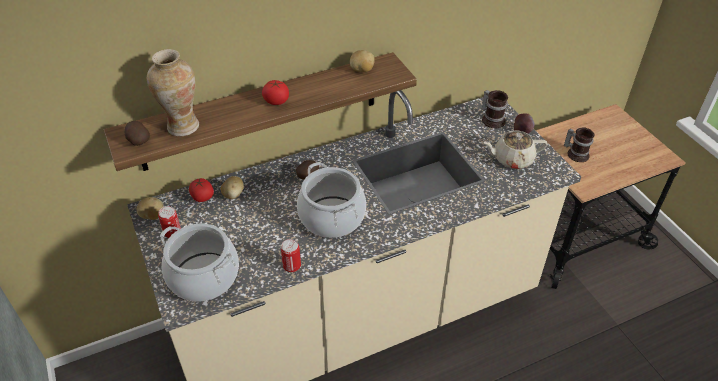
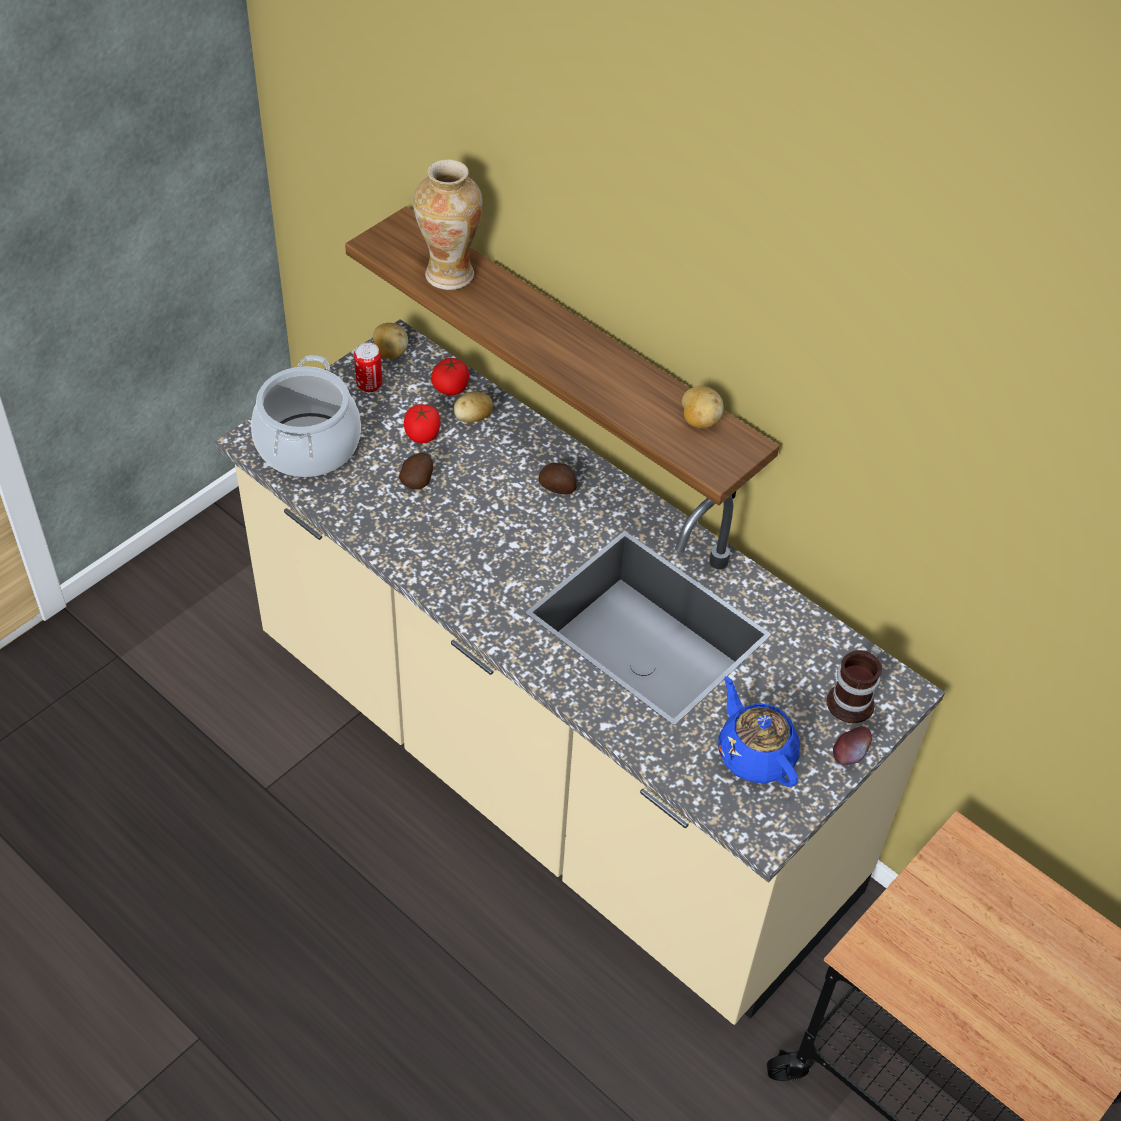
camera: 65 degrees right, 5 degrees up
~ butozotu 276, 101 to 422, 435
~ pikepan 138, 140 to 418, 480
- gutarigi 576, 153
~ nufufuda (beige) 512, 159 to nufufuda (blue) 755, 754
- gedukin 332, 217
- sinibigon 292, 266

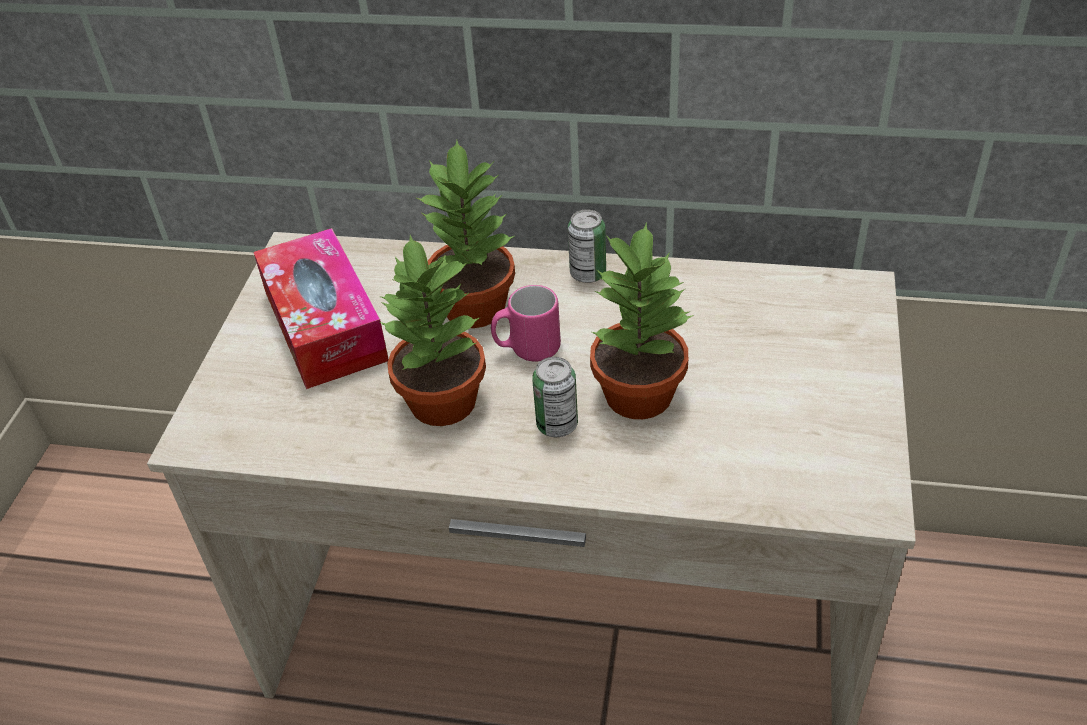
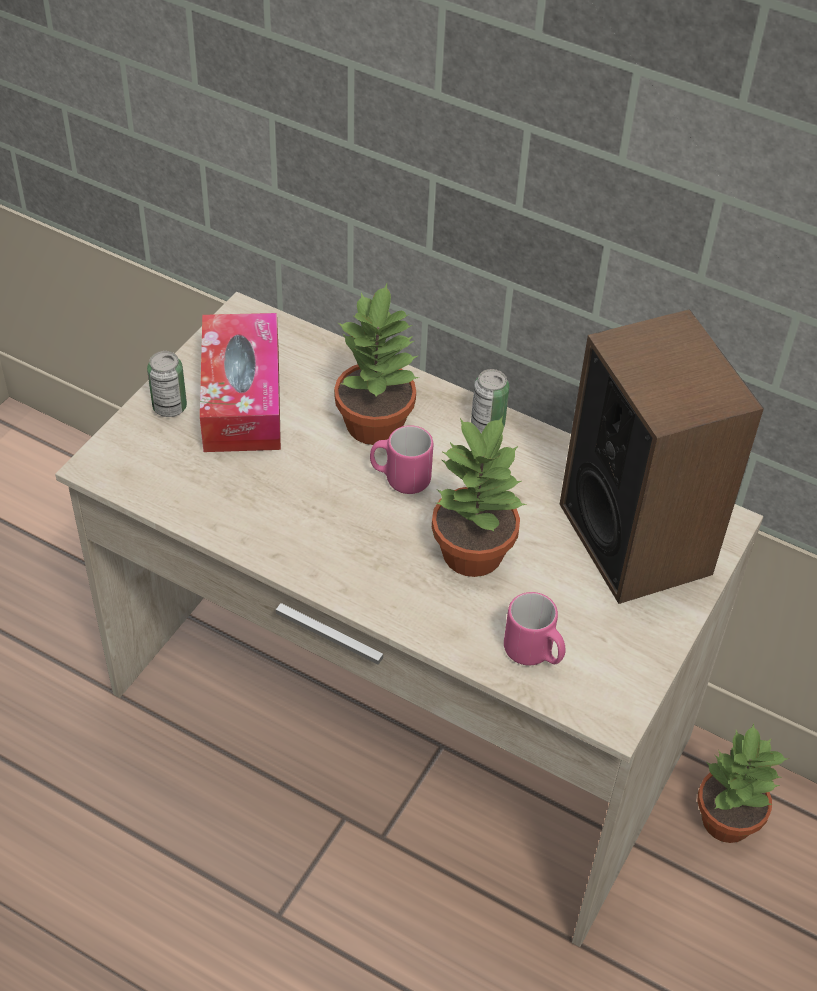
camera: 15 degrees right, 5 degrees up
~ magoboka 442, 403 to 726, 821
~ sinibigon 557, 425 to 169, 407
+ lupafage 635, 538
+ gutarigi (pink) 534, 653

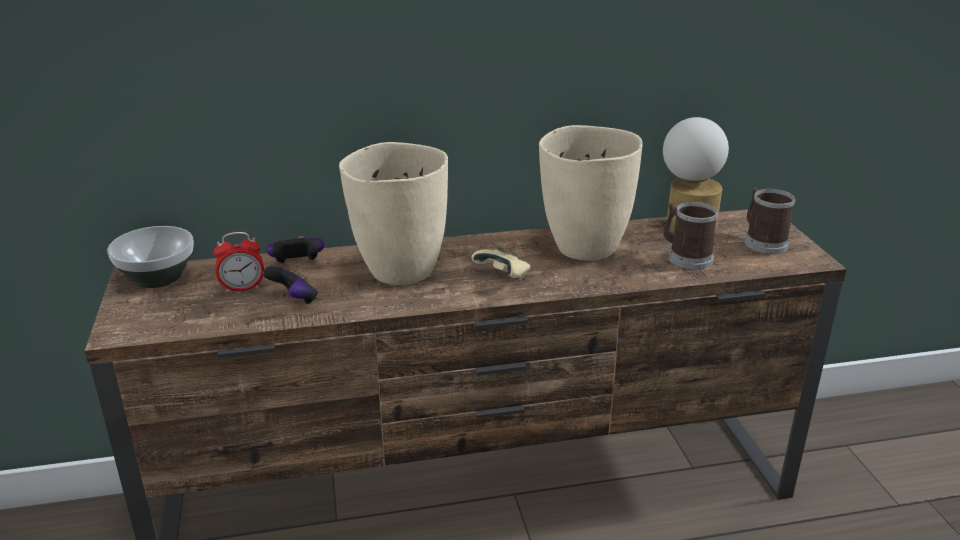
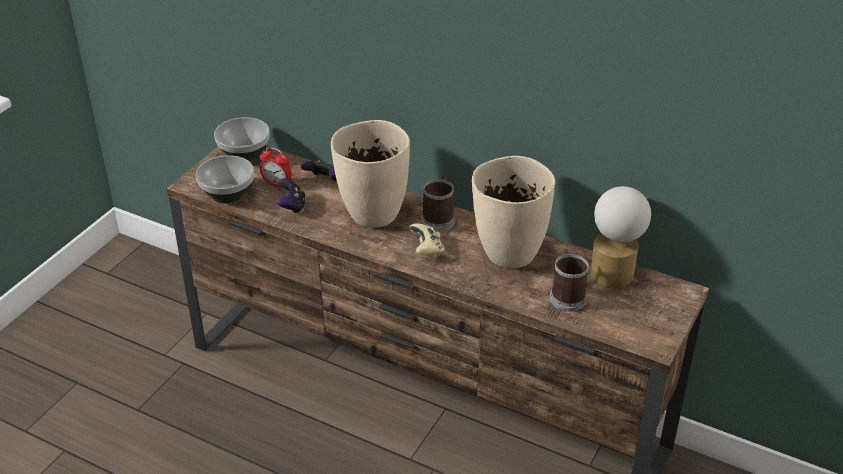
camera: 40 degrees right, 10 degrees up
~ gutarigi 762, 241 to 439, 218
+ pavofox 227, 194

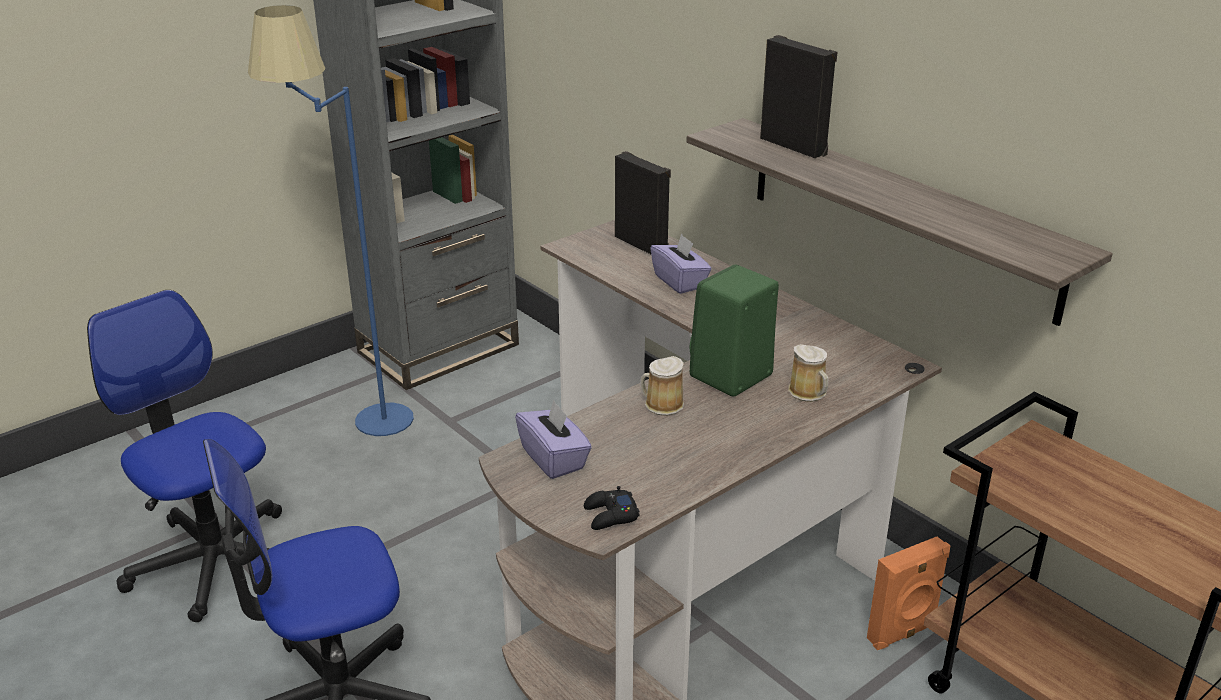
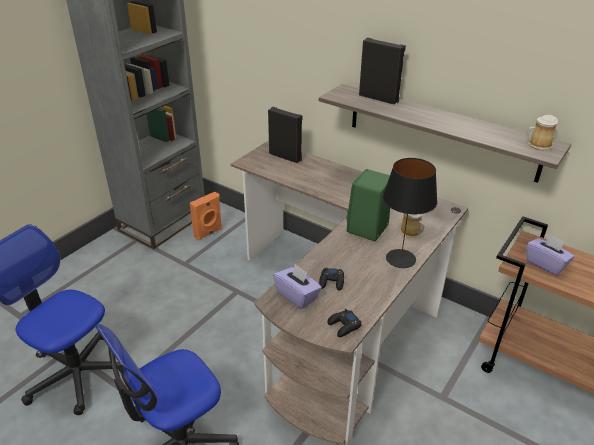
camera: 15 degrees left, 5 degrees up
- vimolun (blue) 357, 419
~ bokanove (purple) 680, 281 to 545, 264
~ gutarigi 661, 404 to 538, 145
~ lupafage (orange) 902, 633 to 208, 233
+ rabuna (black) 400, 258
+ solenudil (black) 332, 282

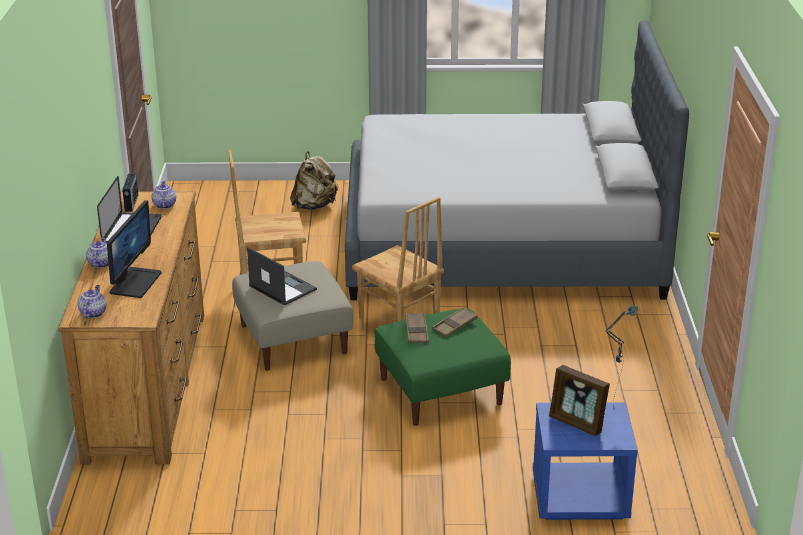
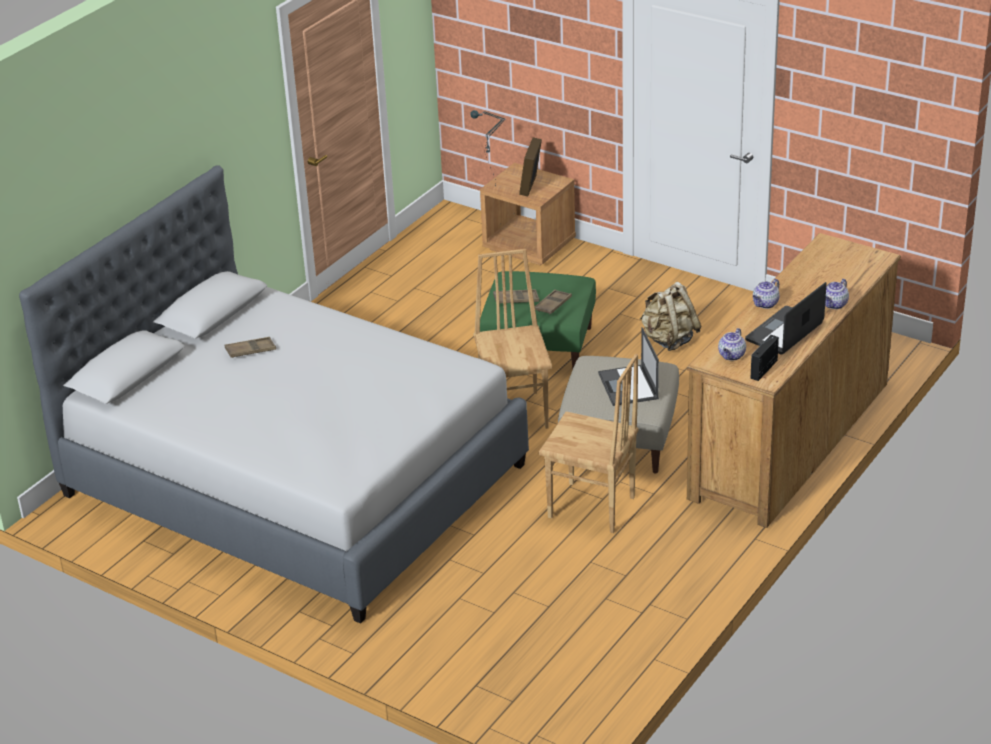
camera: 145 degrees left, 5 degrees up
~ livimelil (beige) 314, 206 to 669, 340
- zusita 134, 282
~ nufufuda 93, 313 to 765, 304
~ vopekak 577, 423 = 531, 186 150 degrees counterclockwise
~ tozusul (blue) 579, 498 to tozusul (brown) 529, 245
+ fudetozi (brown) 250, 350

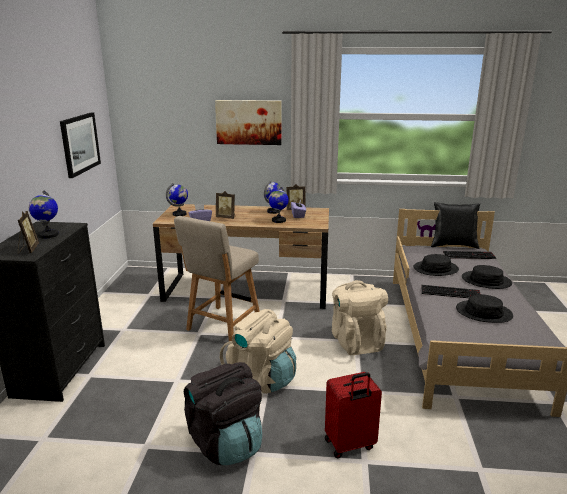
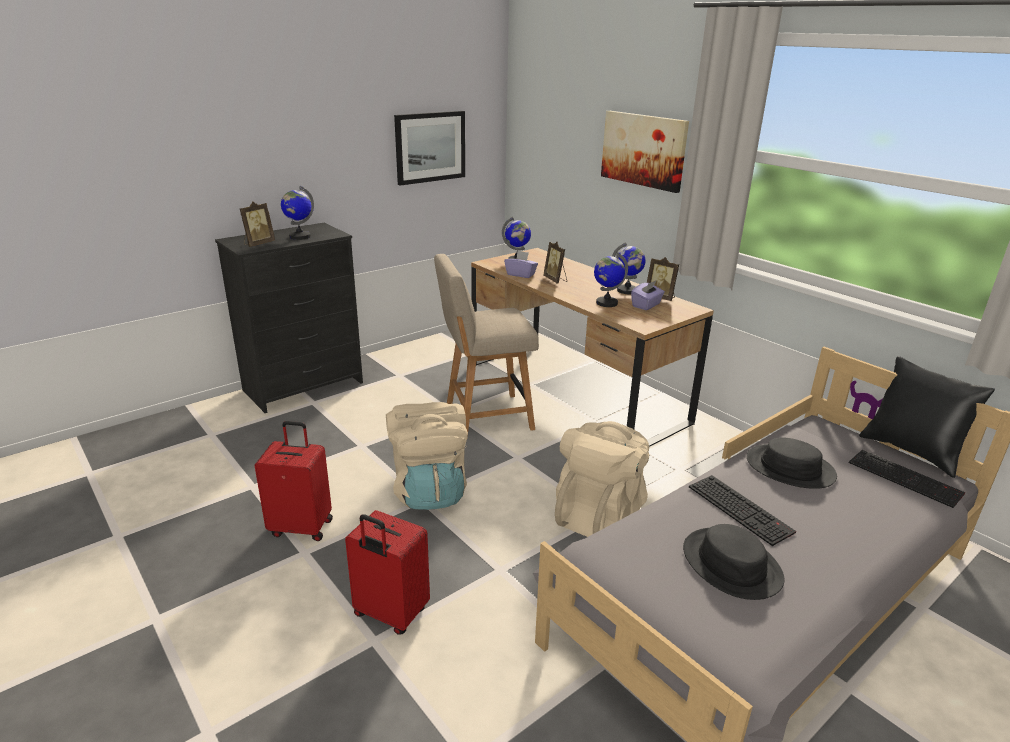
camera: 45 degrees right, 5 degrees up
- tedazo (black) 486, 281
~ livimelil (black) 225, 443 to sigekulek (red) 302, 527

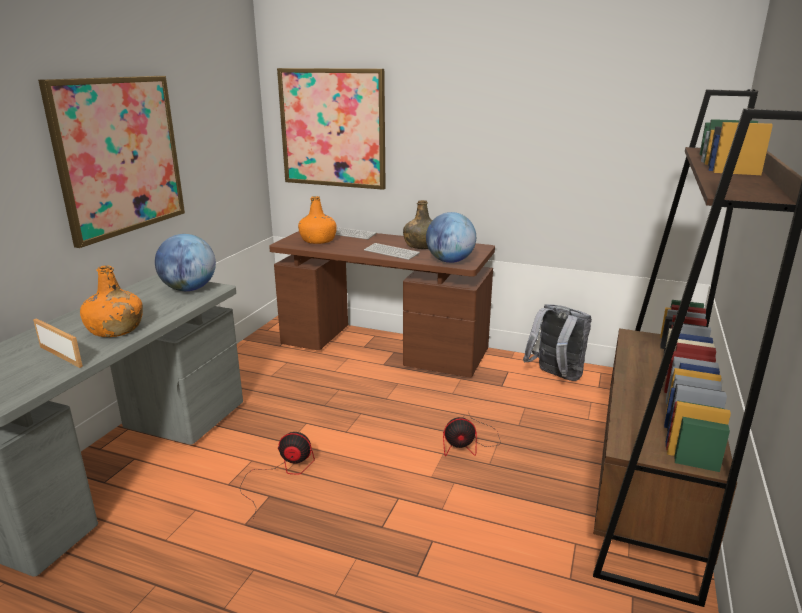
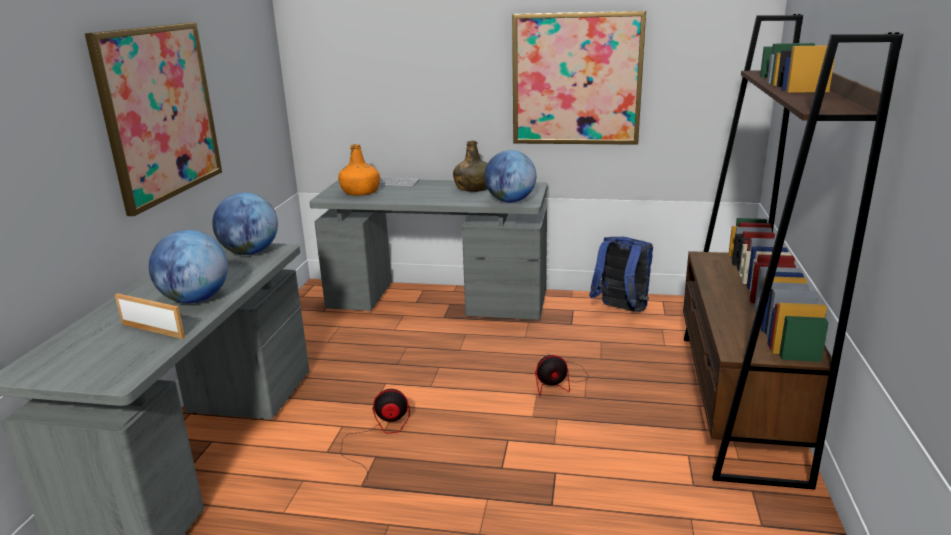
camera: 10 degrees left, 0 degrees up
~ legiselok 332, 128 to 576, 79
~ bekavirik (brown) 383, 348 to bekavirik (grey) 437, 302
- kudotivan 391, 252
~ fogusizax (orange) 115, 330 to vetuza 195, 299
~ livimelil (grey) 555, 377 to livimelil (blue) 620, 310

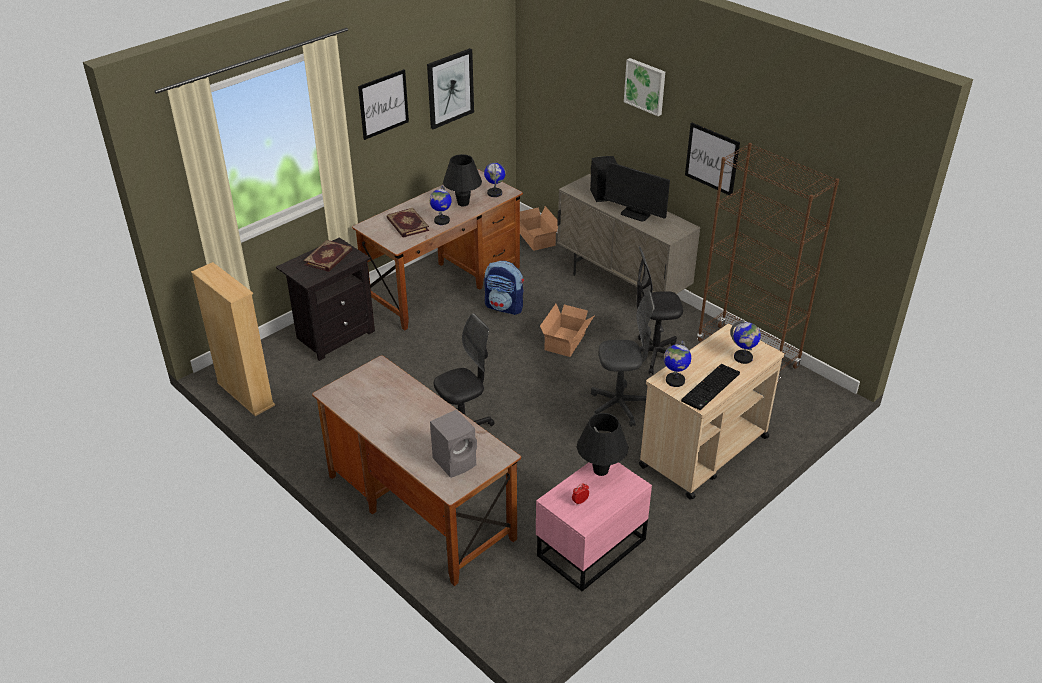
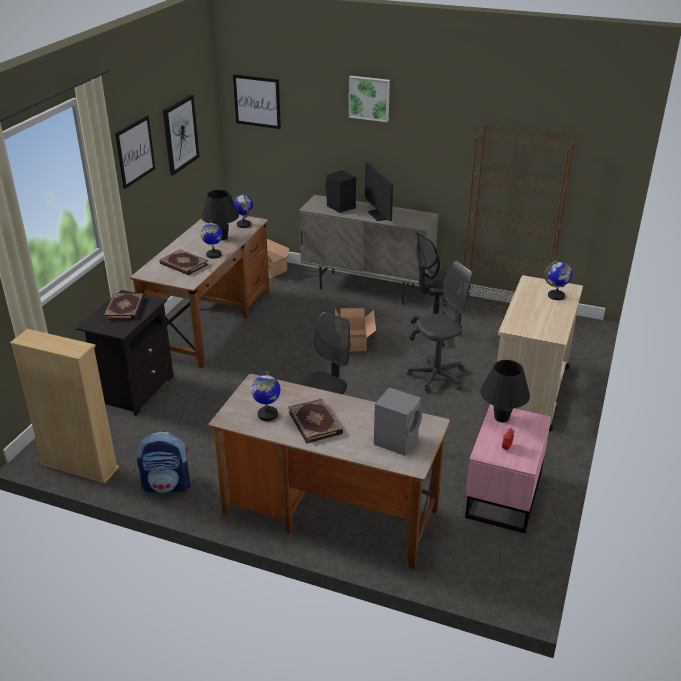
camera: 25 degrees left, 5 degrees down
~ legiselok 712, 159 to 257, 101
~ zusita 635, 214 = 379, 215 60 degrees clockwise
~ livimelil 504, 307 to 167, 485
~ vetuza 674, 380 to 267, 415
- kudotivan 711, 388
+ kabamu 316, 422

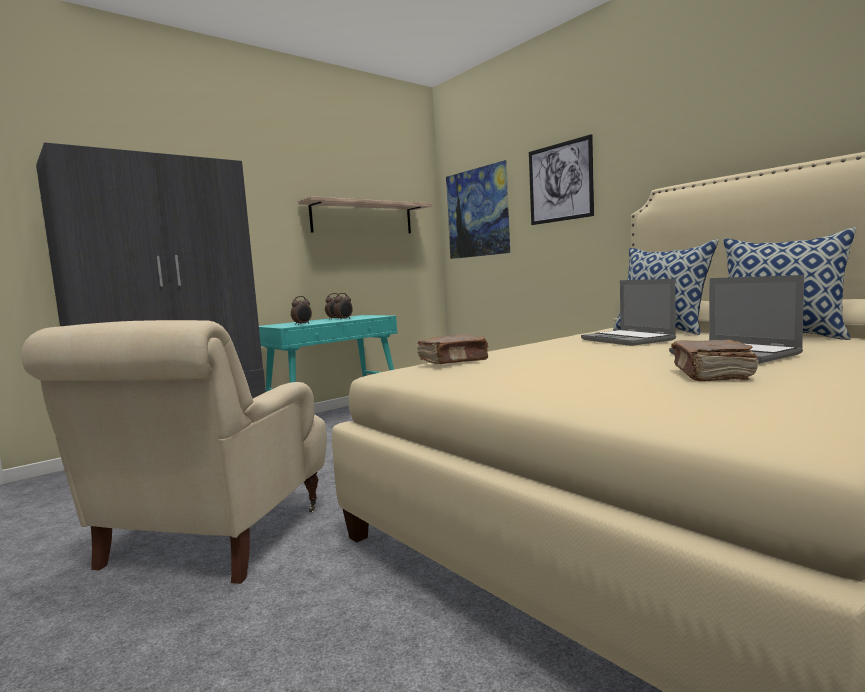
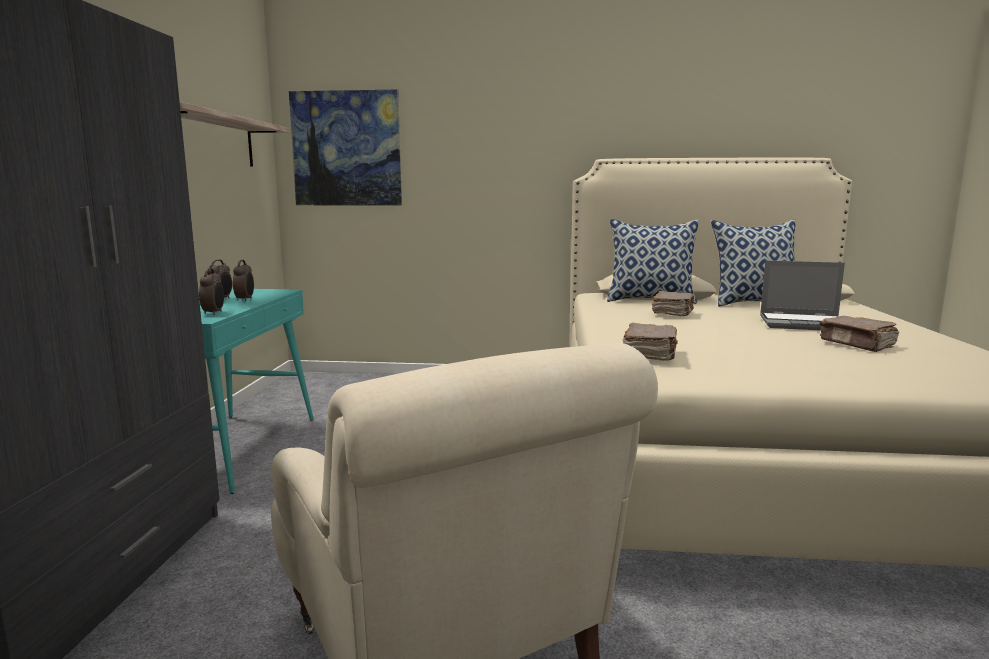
camera: 45 degrees left, 5 degrees up
- legiselok 560, 182
~ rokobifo 628, 340 to kabamu (brown) 673, 313

